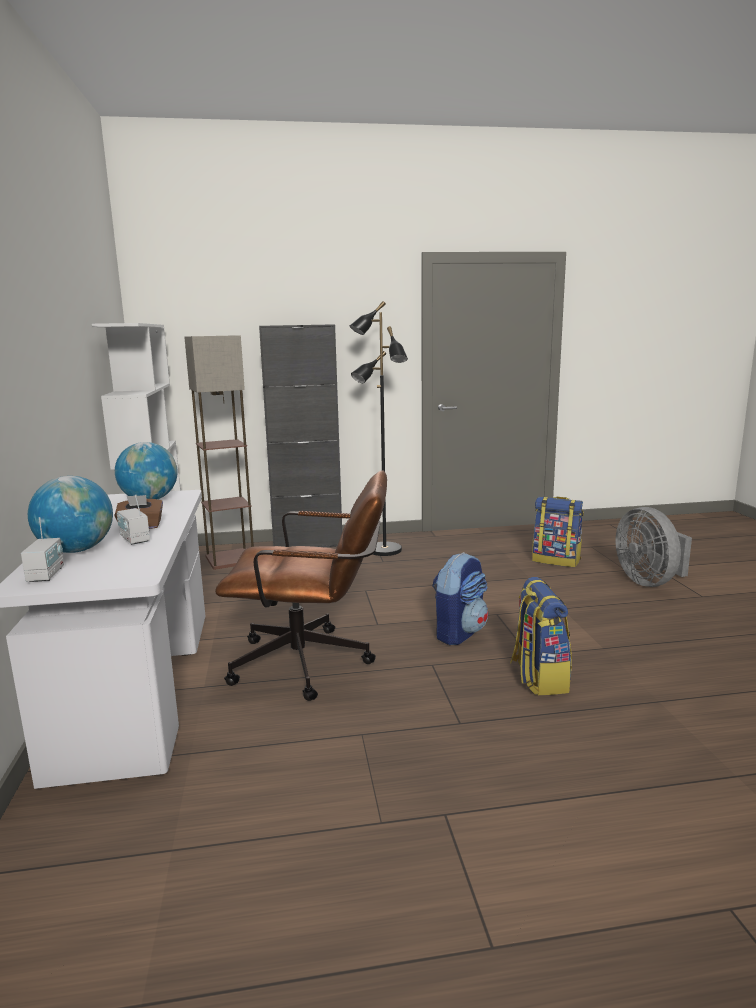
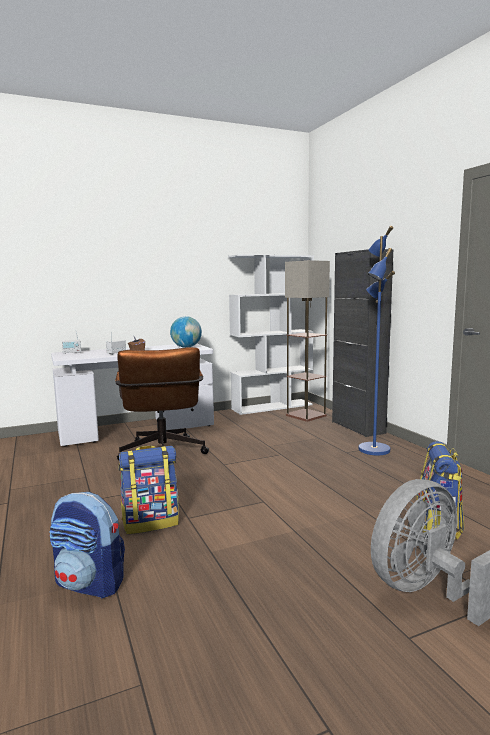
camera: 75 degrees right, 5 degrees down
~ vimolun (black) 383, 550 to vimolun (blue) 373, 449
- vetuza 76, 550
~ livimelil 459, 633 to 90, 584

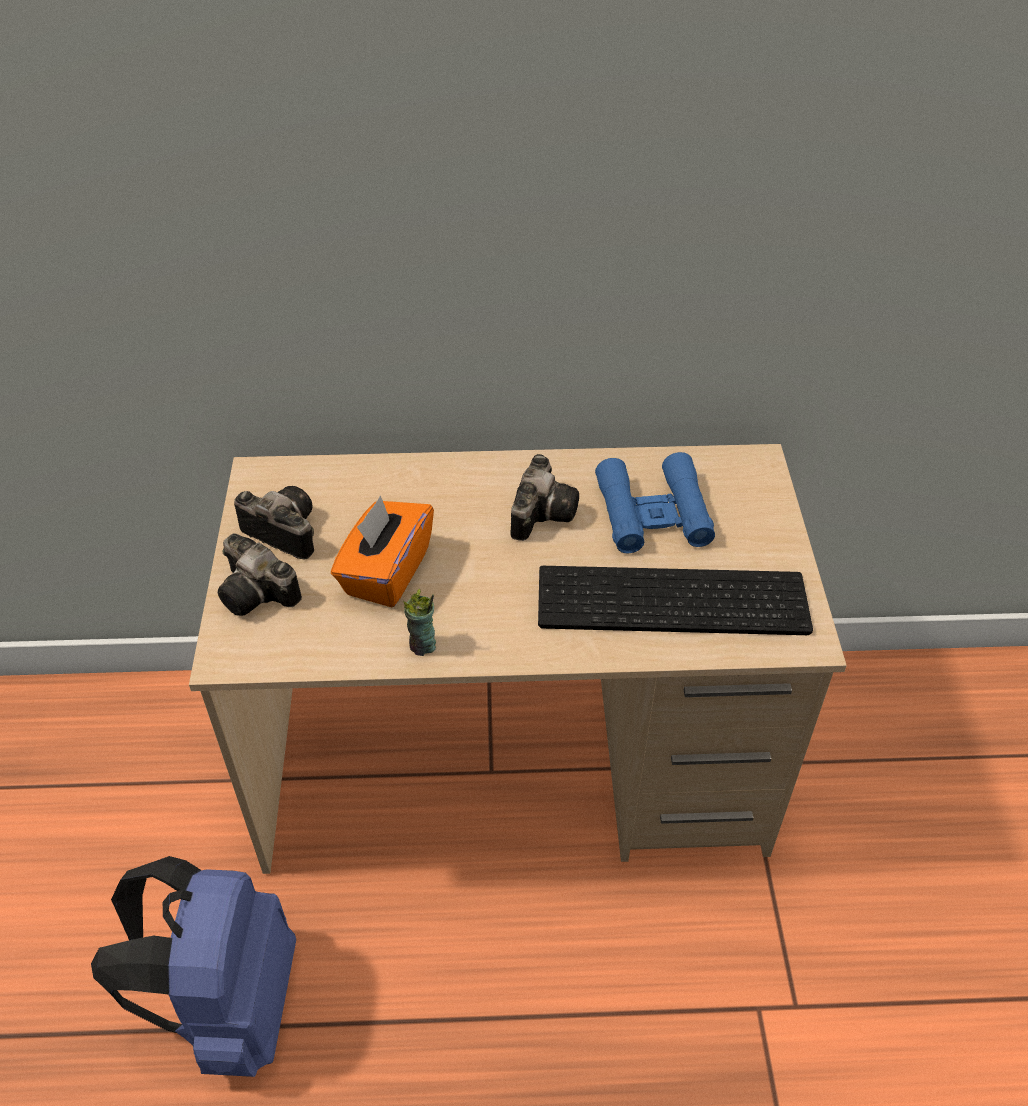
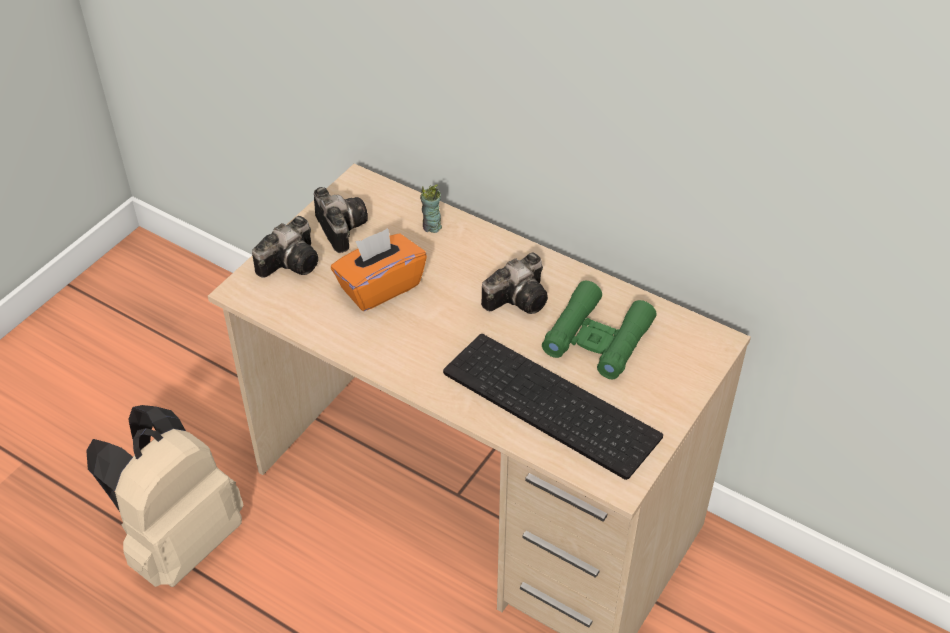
camera: 35 degrees right, 0 degrees up
~ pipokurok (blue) 653, 513 to pipokurok (green) 597, 338
~ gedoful 260, 594 = 292, 261 120 degrees counterclockwise
~ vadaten 422, 646 to 431, 227
~ livimelil (blue) 229, 1005 to livimelil (beige) 180, 541

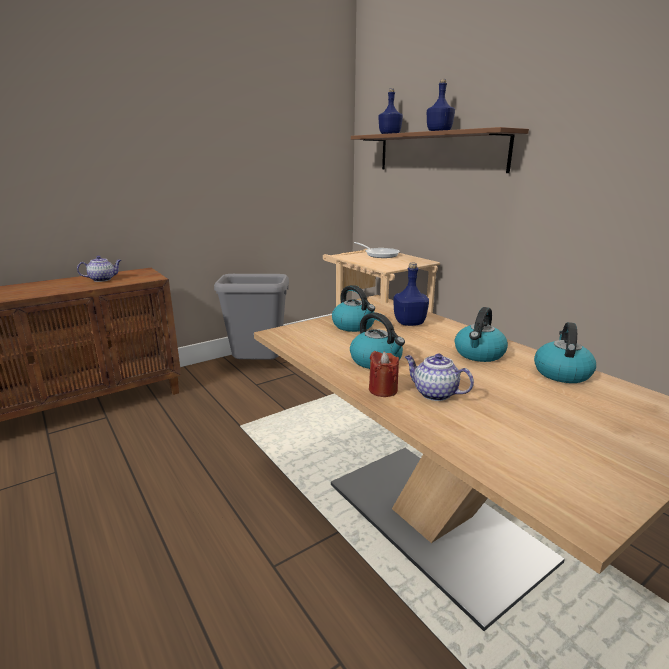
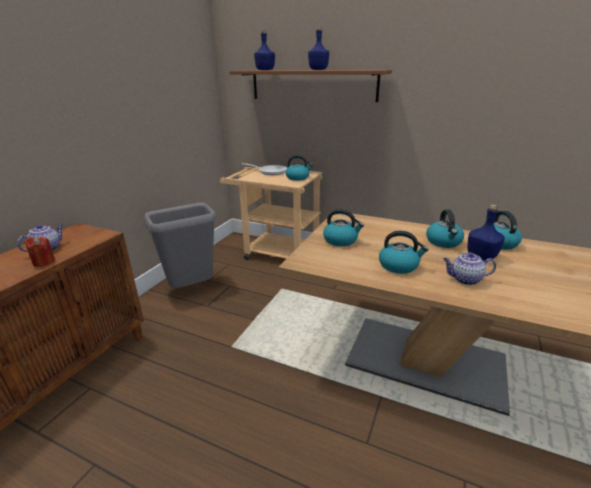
camera: 30 degrees left, 5 degrees up
~ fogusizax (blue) 409, 323 to 480, 256
~ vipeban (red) 383, 390 to 44, 262
+ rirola 298, 178

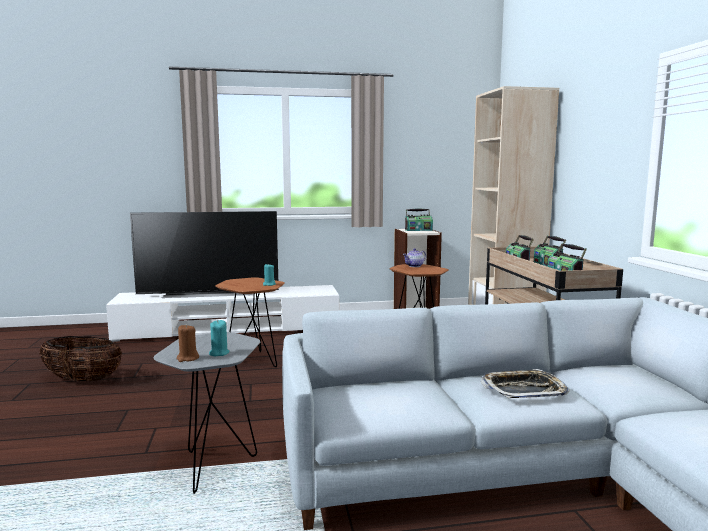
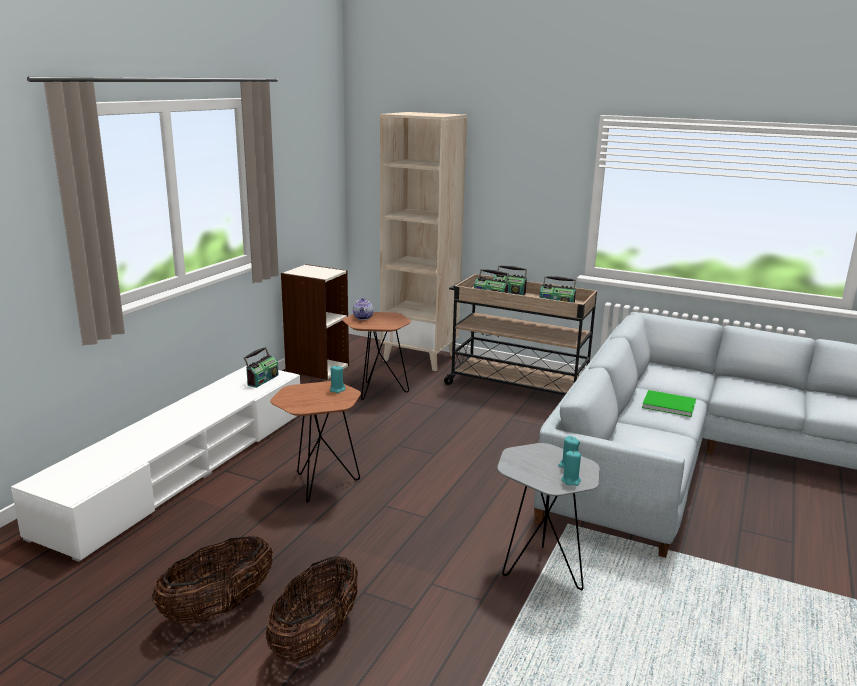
camera: 55 degrees left, 10 degrees up
~ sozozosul 418, 230 to 262, 380
- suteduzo 209, 294
~ vipeban (brown) 187, 358 to vipeban (turquoise) 571, 480
~ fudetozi 523, 390 to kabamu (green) 667, 404
+ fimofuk 316, 638

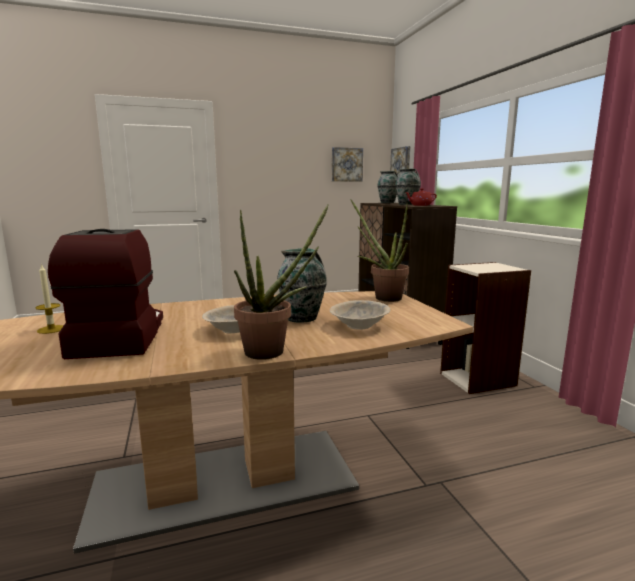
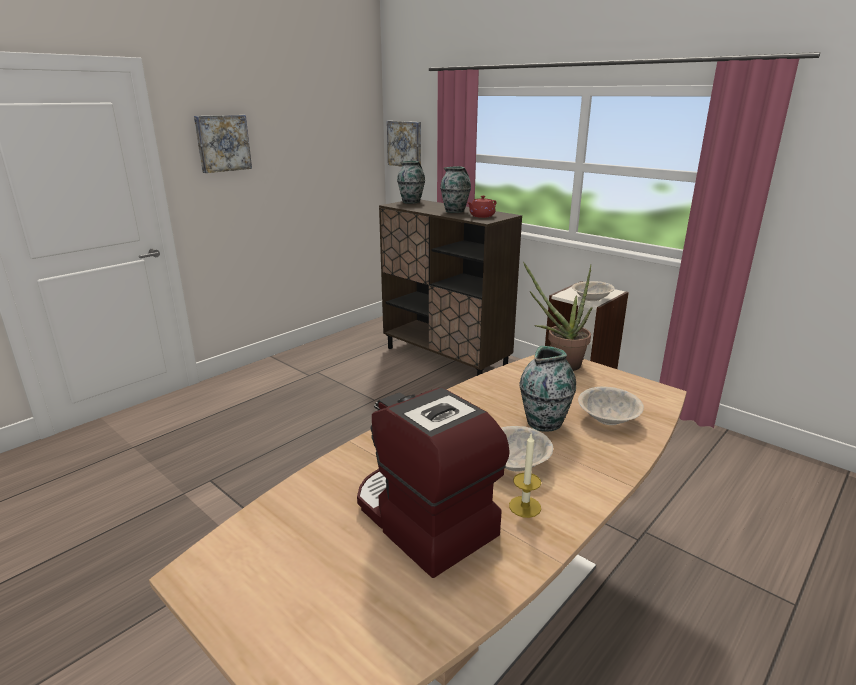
camera: 30 degrees left, 10 degrees up
~ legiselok 346, 164 to 222, 143
- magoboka 273, 351
~ vipeban 51, 329 to 525, 506
+ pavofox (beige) 592, 298

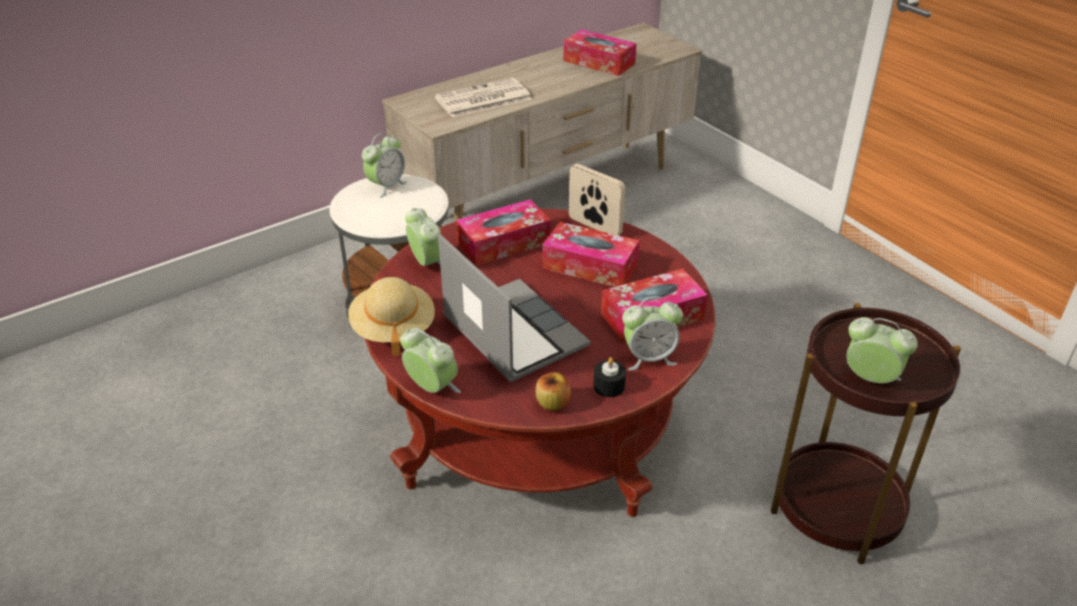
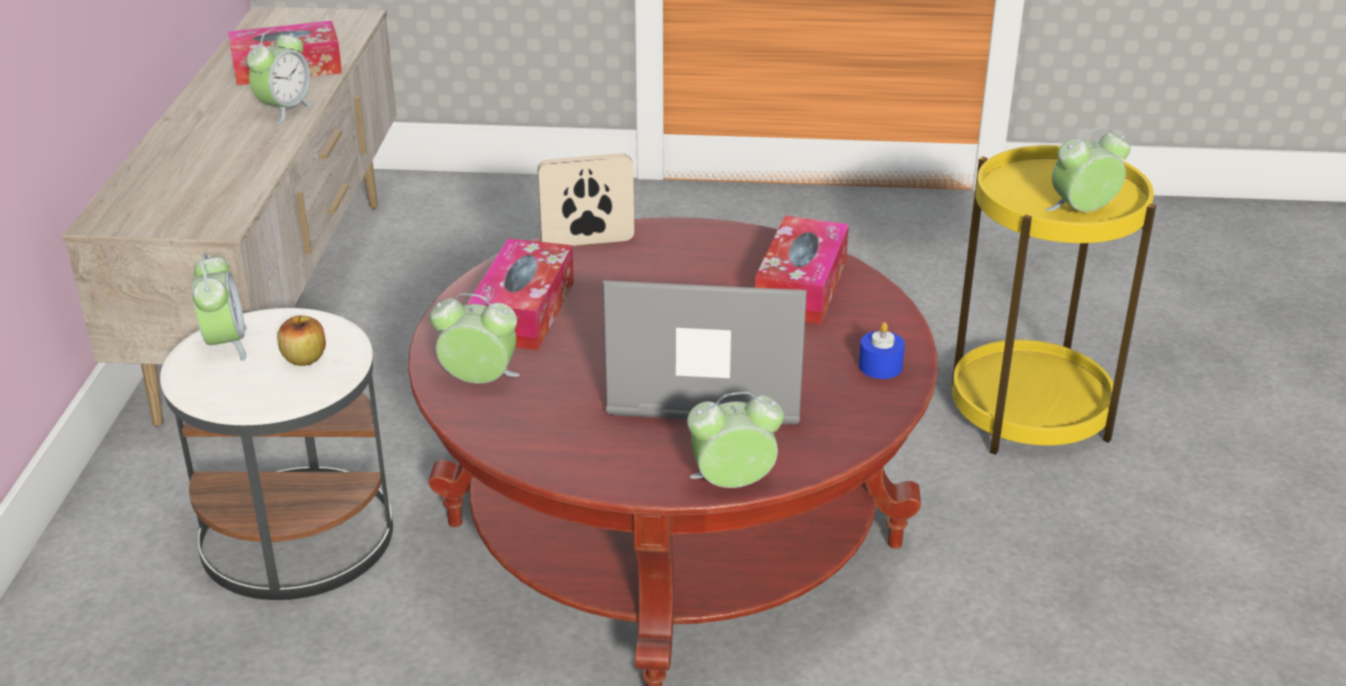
camera: 50 degrees left, 5 degrees down
- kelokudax 482, 99
- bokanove 590, 266
- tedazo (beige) 393, 329
~ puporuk 649, 358 to 285, 110
~ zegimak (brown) 838, 507 to zegimak (yellow) 1029, 411
~ vipeban (black) 609, 386 to vipeban (blue) 880, 366
~ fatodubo 552, 403 to 304, 358

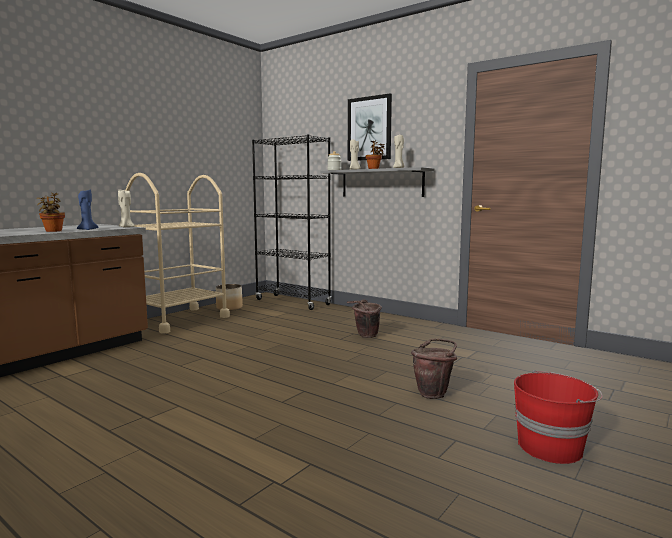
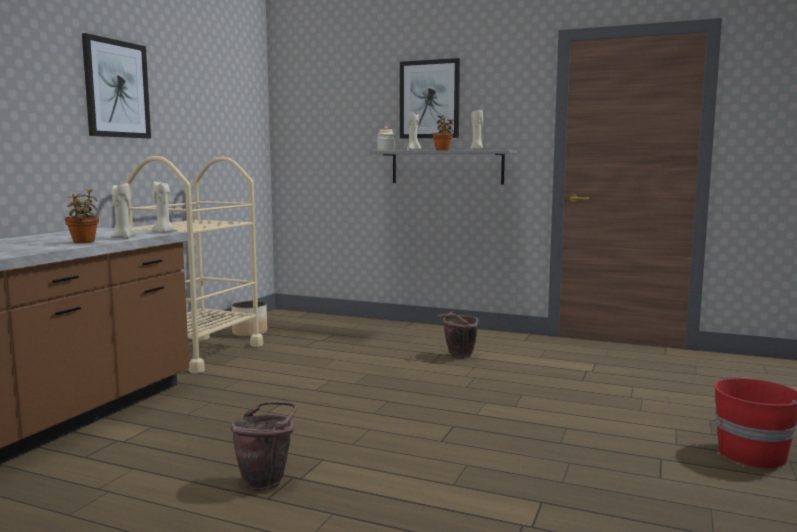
camera: 15 degrees left, 0 degrees up
- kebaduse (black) 293, 302
~ vipeban (blue) 87, 229 to vipeban (beige) 122, 238
~ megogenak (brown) 434, 393 to 267, 481
+ legiselok 116, 89

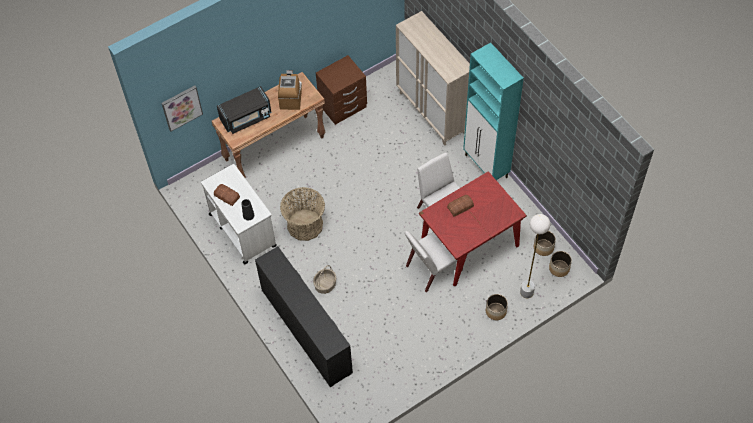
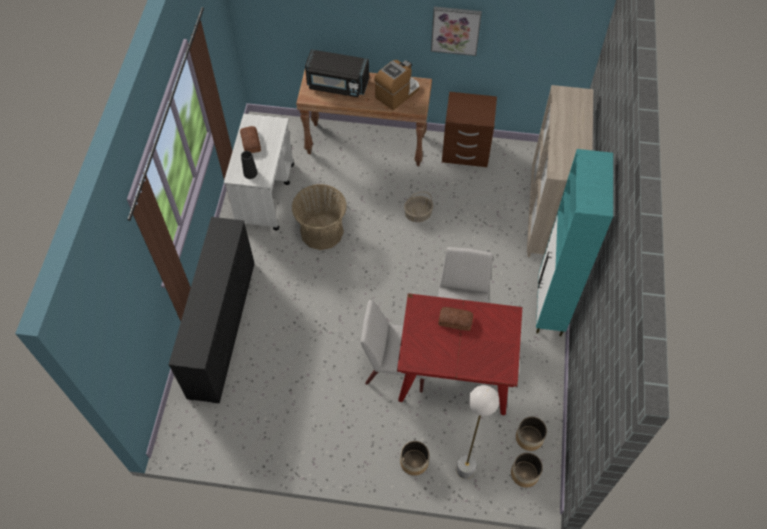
camera: 40 degrees right, 0 degrees up
~ legiselok 181, 107 to 455, 30
~ fimofuk 325, 285 to 418, 214

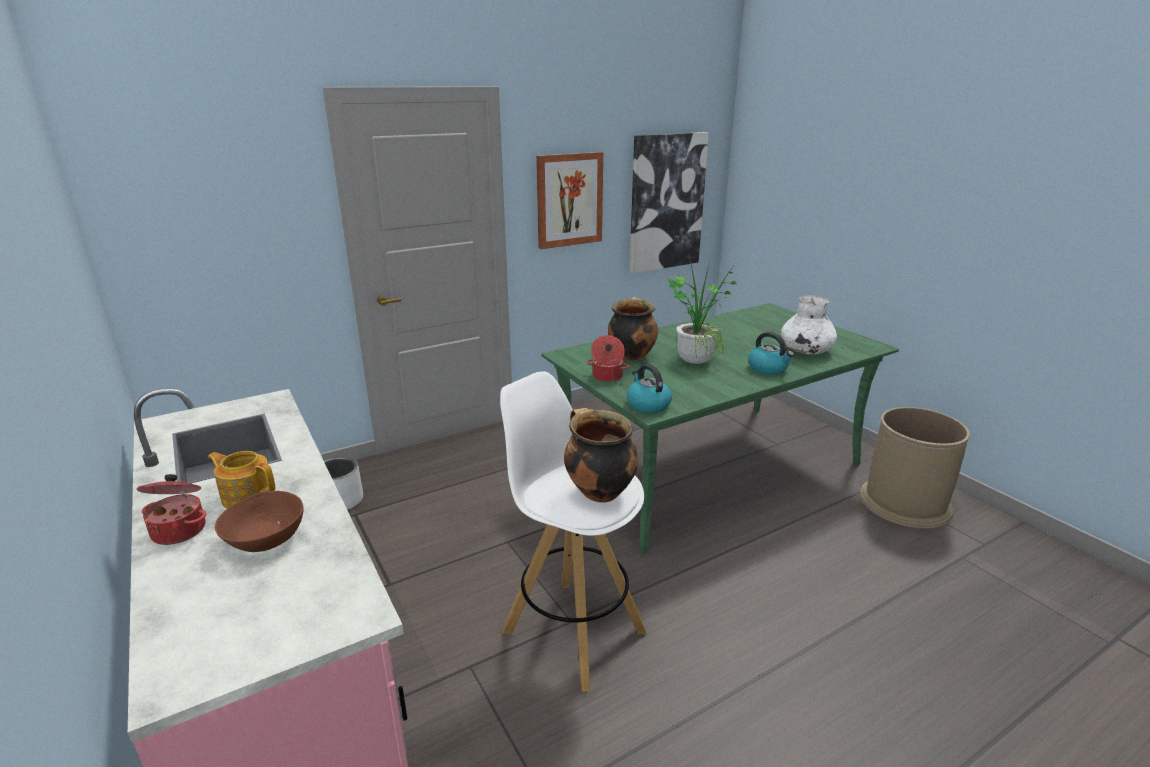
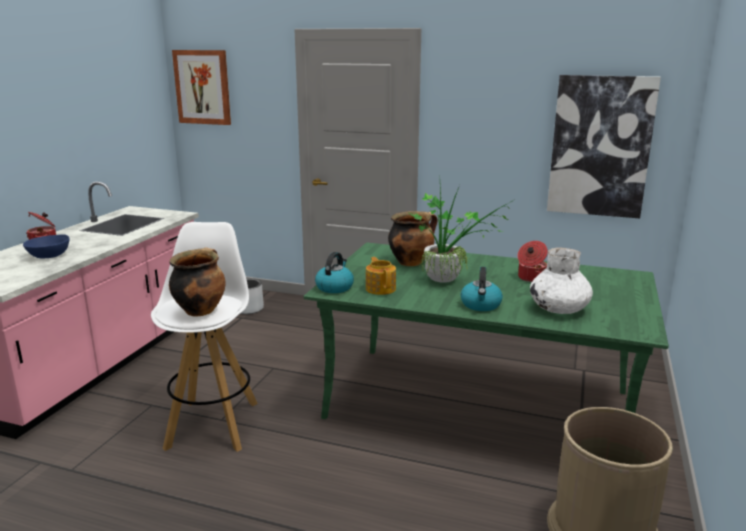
camera: 50 degrees right, 5 degrees down
~ legiselok 569, 200 to 202, 87
~ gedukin 607, 377 to 531, 278
~ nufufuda 247, 496 to 381, 288
~ pavofox (brown) 266, 539 to pavofox (blue) 49, 256

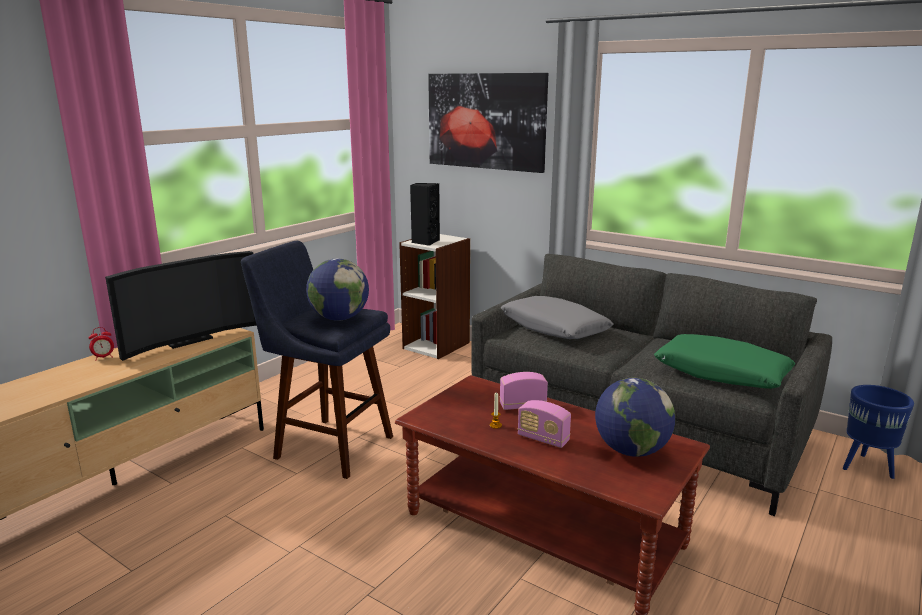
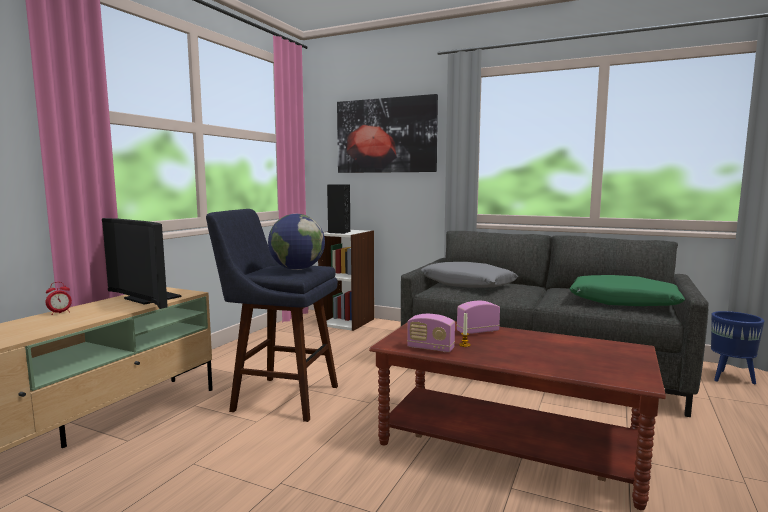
camera: 10 degrees left, 10 degrees down
~ suteduzo 187, 340 = 145, 299 90 degrees clockwise
- vetuza 631, 451
~ sozozosul 543, 439 to 430, 348

